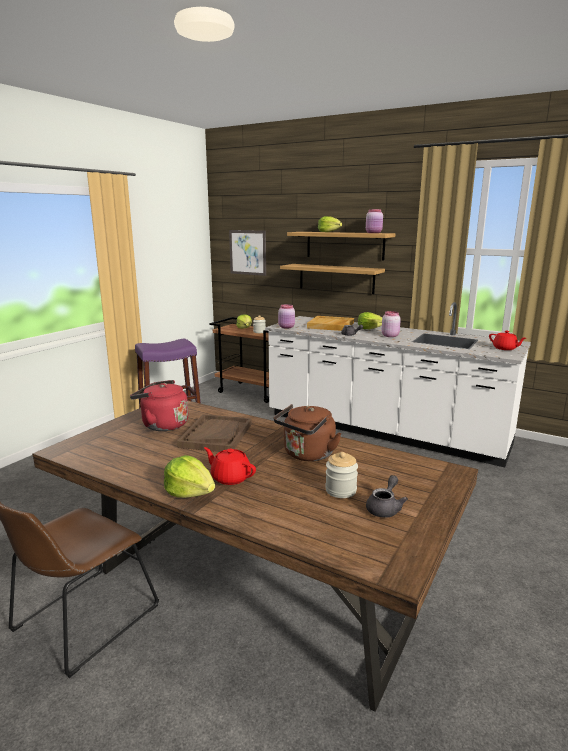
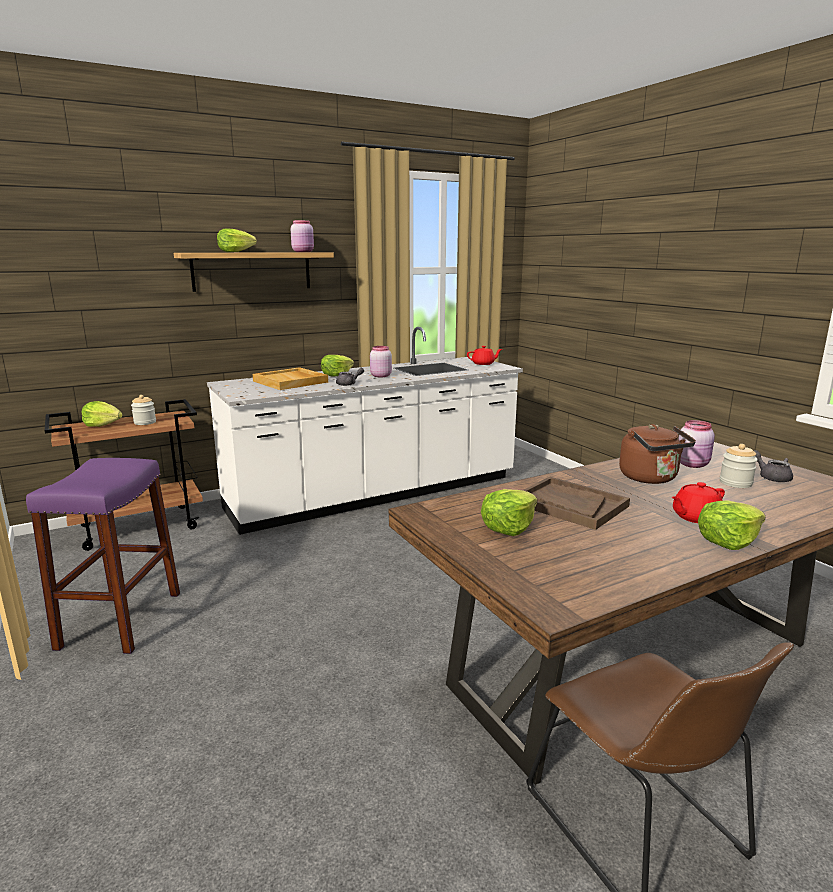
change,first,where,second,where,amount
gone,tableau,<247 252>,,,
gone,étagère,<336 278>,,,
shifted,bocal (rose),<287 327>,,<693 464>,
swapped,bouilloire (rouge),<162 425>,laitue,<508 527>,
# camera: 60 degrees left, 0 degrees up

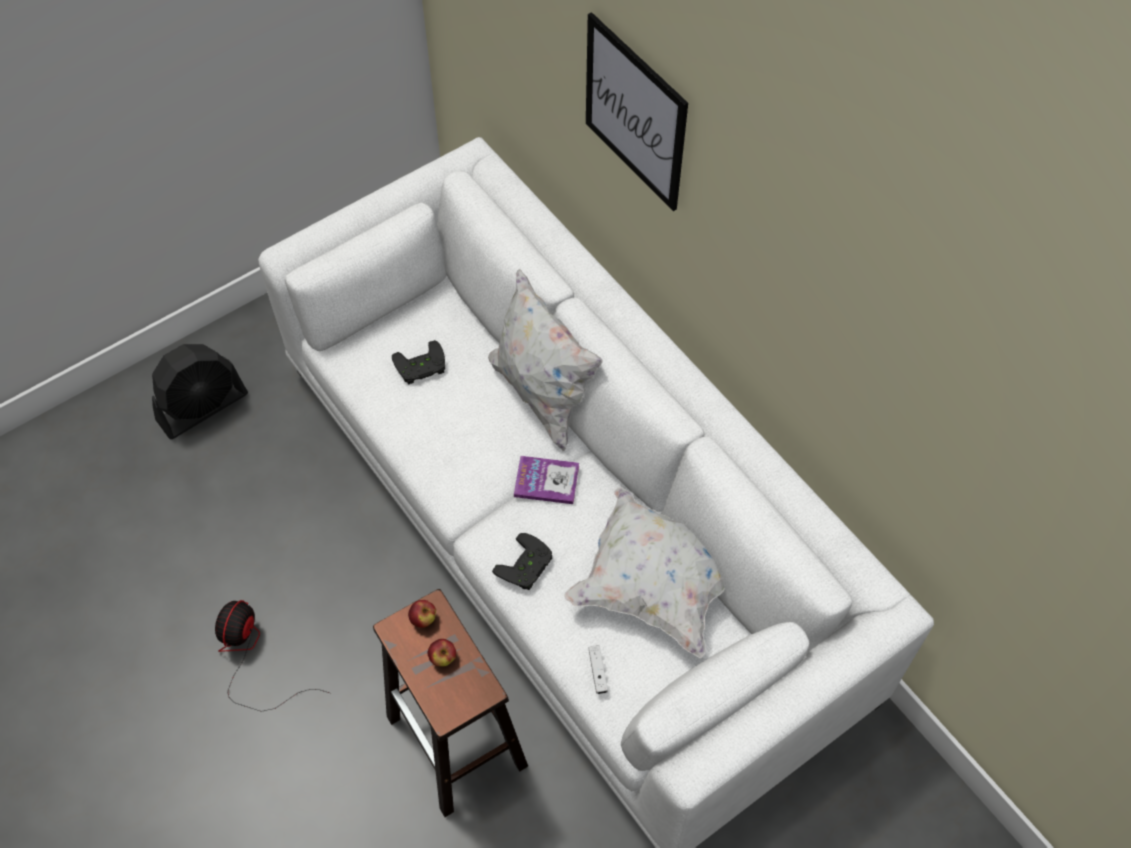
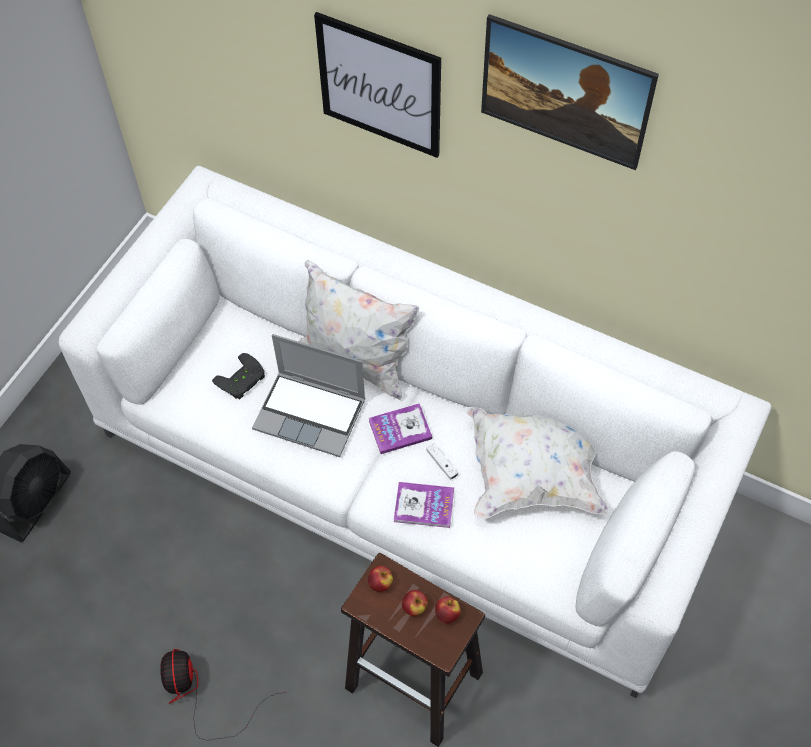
change,first,where,second,where,amount
new,,,ordinateur portable,<311 414>,
new,,,pomme,<447 614>,
new,,,tableau,<562 115>,
shifted,manette (blanc),<597 671>,,<442 464>,
swapped,manette (noir),<527 566>,livre,<424 505>,
# camera: 25 degrees left, 0 degrees up

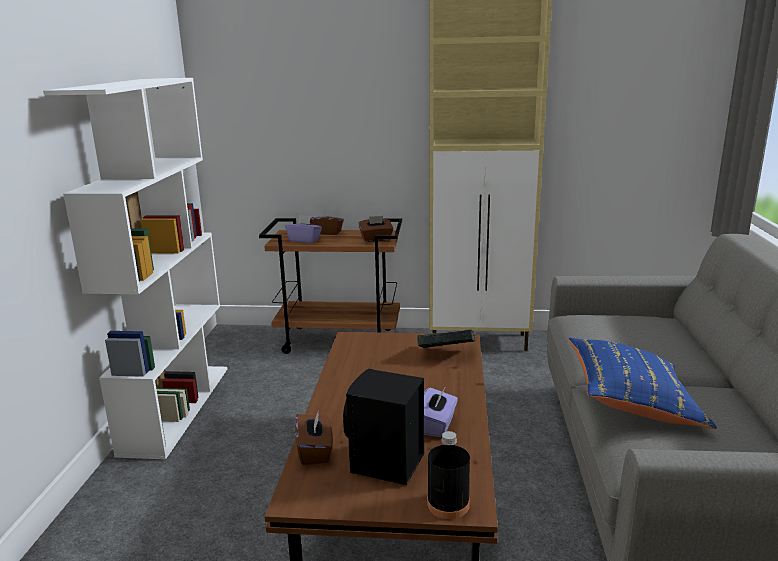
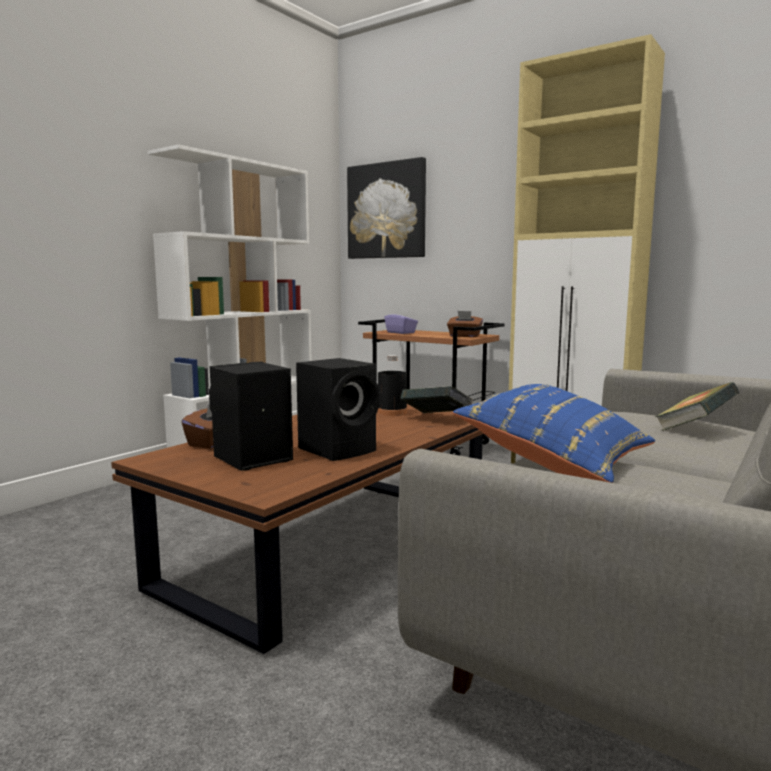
change,first,where,second,where,amount
gone,boîte à mouchoirs (marron),<327 232>,,,
new,,,tableau,<387 211>,
new,,,livre,<694 429>,
shifted,bouteille (noir),<448 504>,,<392 412>,
swapped,boîte à mouchoirs (violet),<437 425>,enceinte (noir),<339 450>,
# camera: 30 degrees right, 10 degrees down

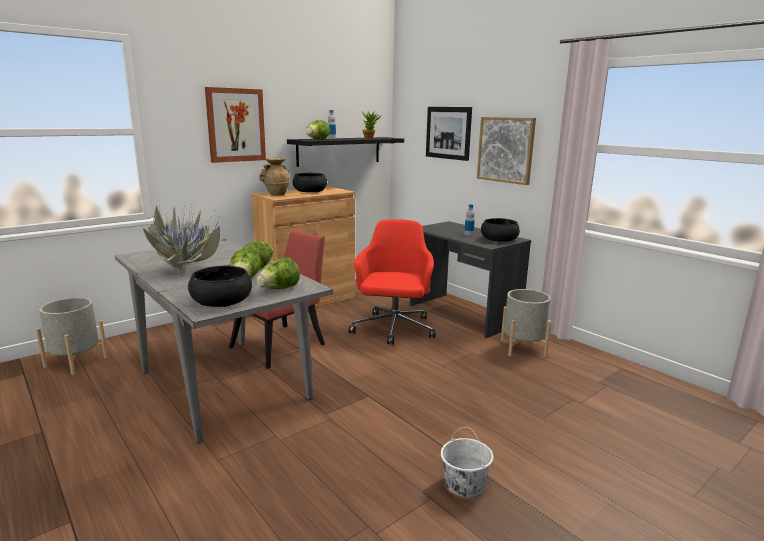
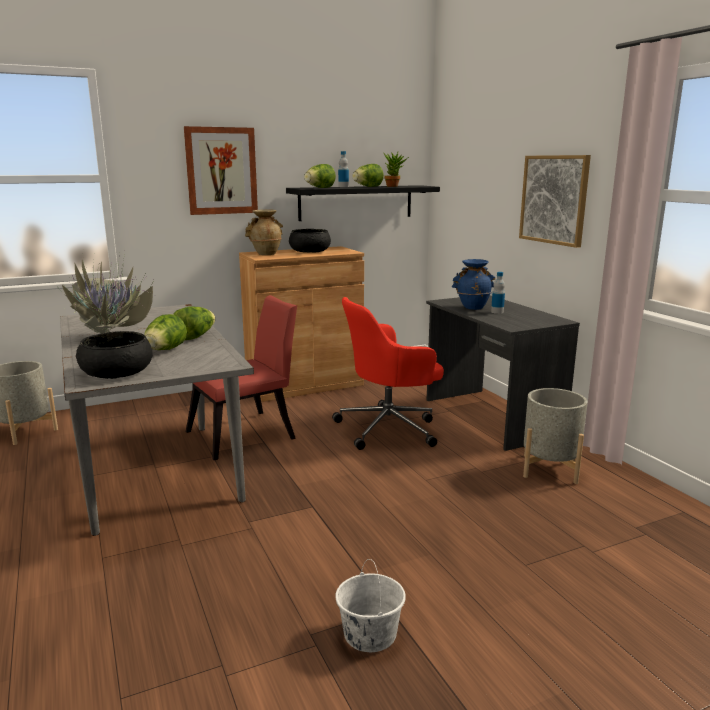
change,first,where,second,where,amount
gone,tableau,<448 133>,,,
gone,bol (noir),<499 239>,,,
new,,,vase (bleu),<472 307>,
shifted,laitue,<279 289>,,<368 187>,
rotated,chaise de bureau (rouge),<393 329>,,<389 428>,135 degrees counterclockwise
# camera: 15 degrees right, 0 degrees up

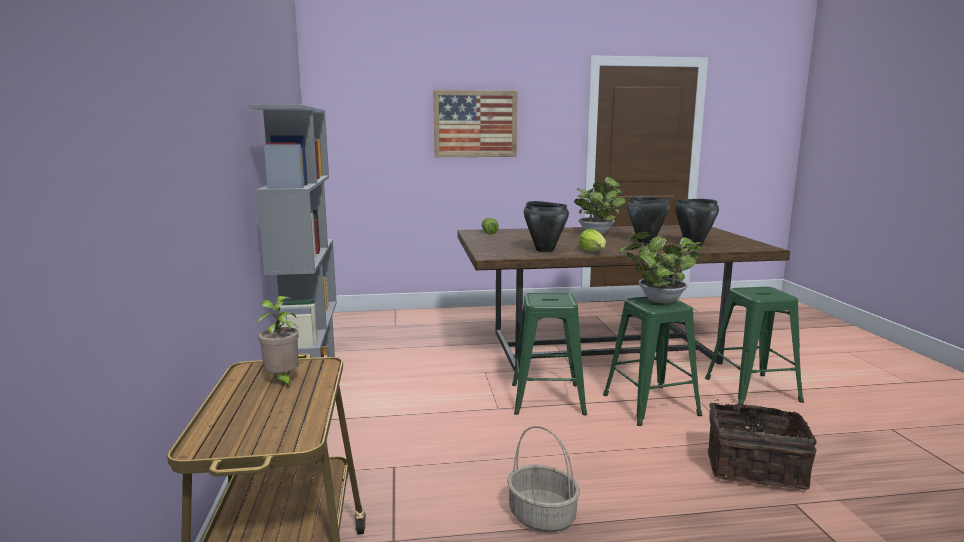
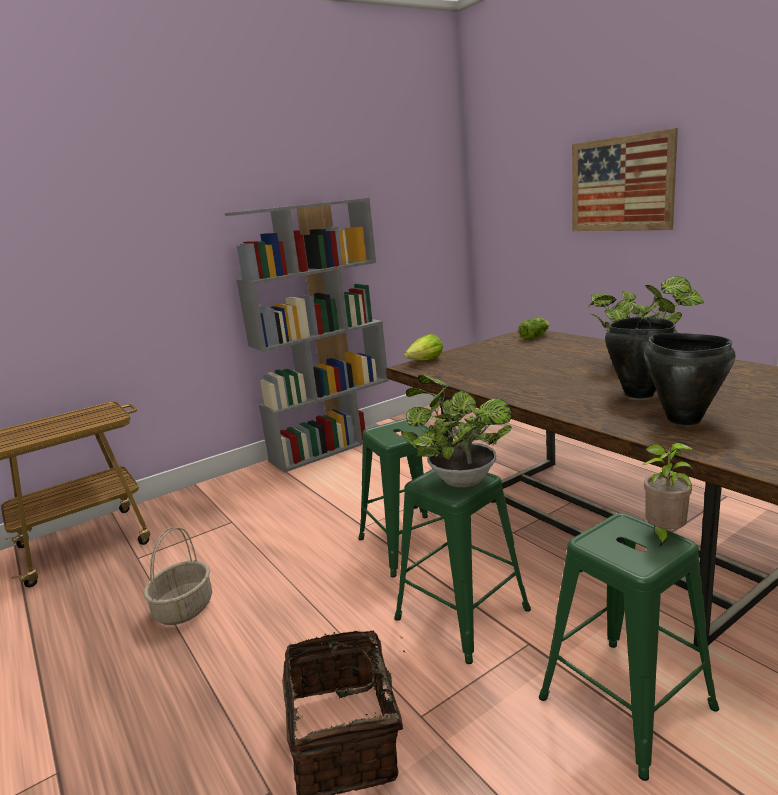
change,first,where,second,where,amount
gone,marmite (noir),<544 250>,,,
shifted,plante en pot,<282 381>,,<664 535>,
shifted,laitue,<593 252>,,<425 361>,
# camera: 65 degrees right, 5 degrees up

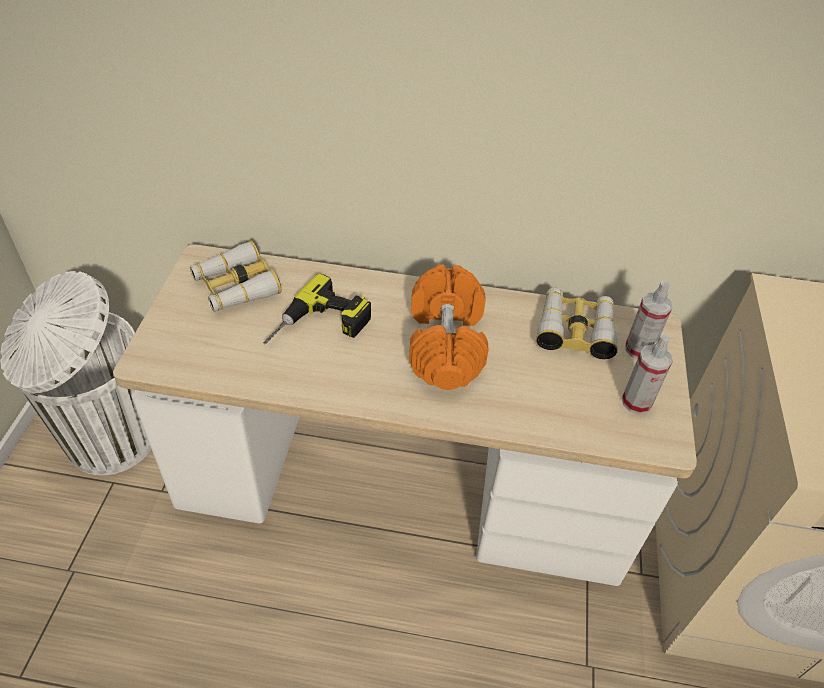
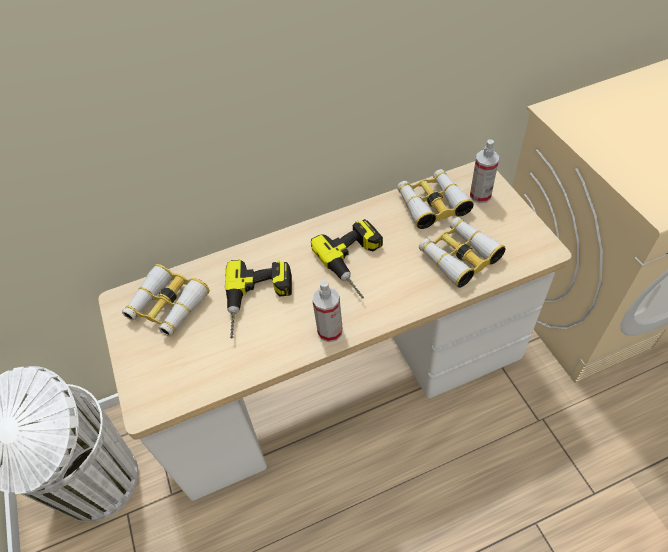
change,first,where,second,where,amount
new,,,jumelles,<459 256>,
shifted,vaporisateur,<636 402>,,<330 331>,
swapped,haltère (orange),<446 344>,perceuse,<358 263>,
# camera: 25 degrees left, 5 degrees up

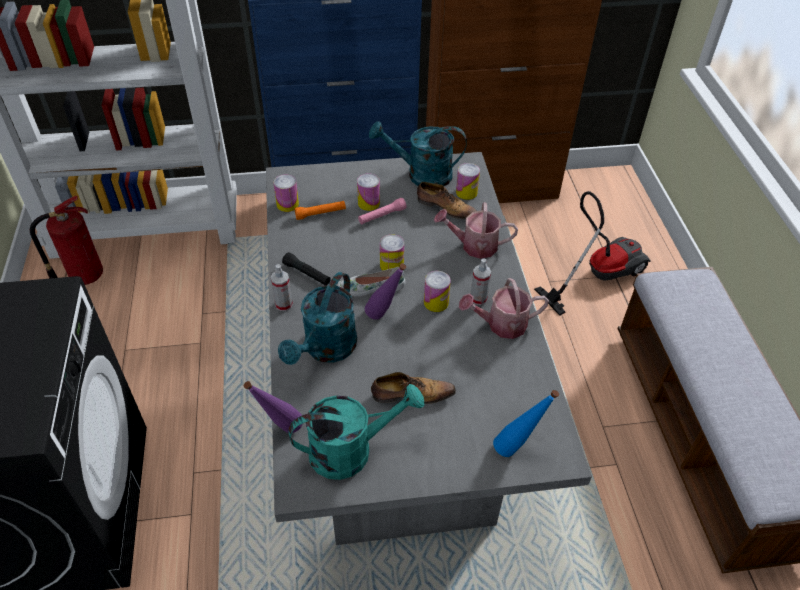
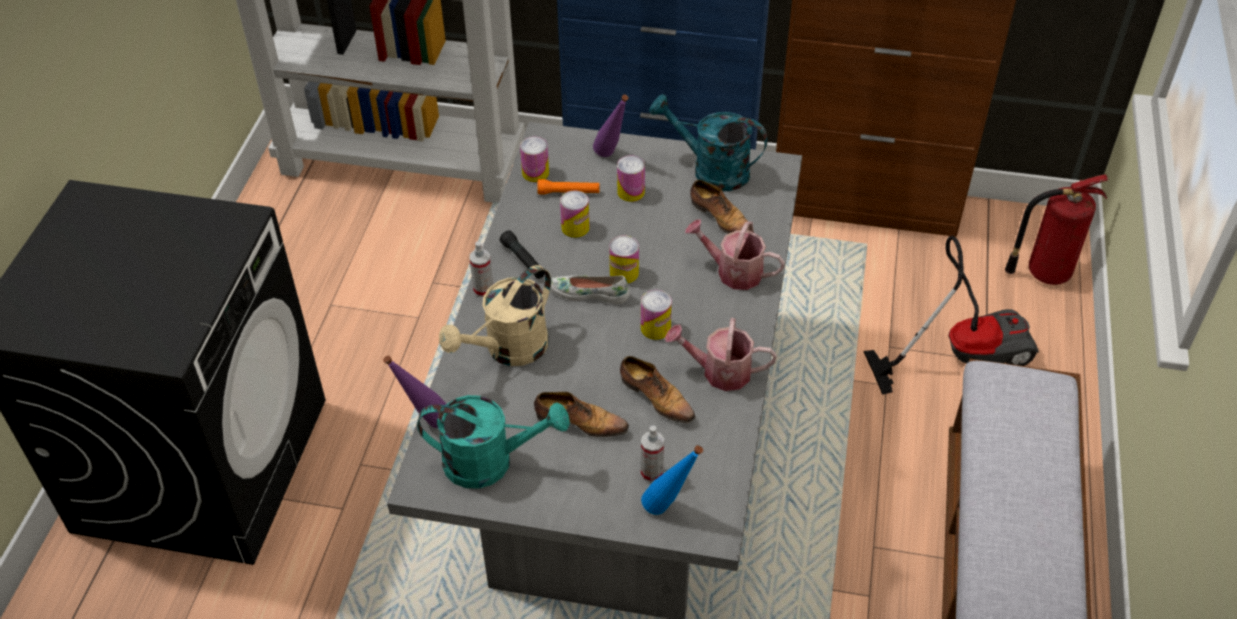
change,first,where,second,where,amount
gone,lampe de poche (rose),<382 216>,,,
new,,,chaussure,<656 397>,
shifted,extincteur,<84 276>,,<1045 272>,
shifted,bouteille (violet),<385 317>,,<612 157>,
shifted,boîte métallique,<466 192>,,<575 227>,
shifted,vaporisateur,<478 299>,,<652 472>,
repainted,arrosoir (turquoise),<326 350>,arrosoir (beige),<508 350>,
# camera: 20 degrees right, 0 degrees up

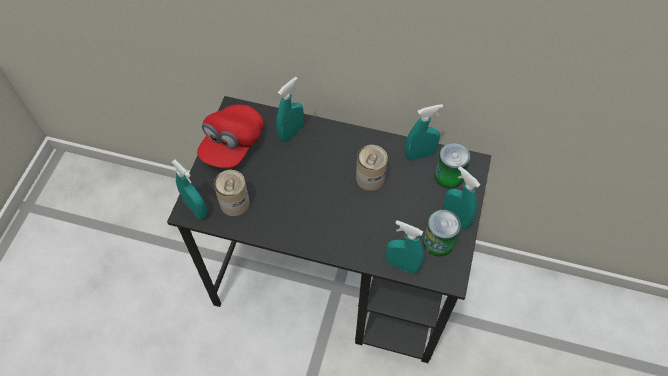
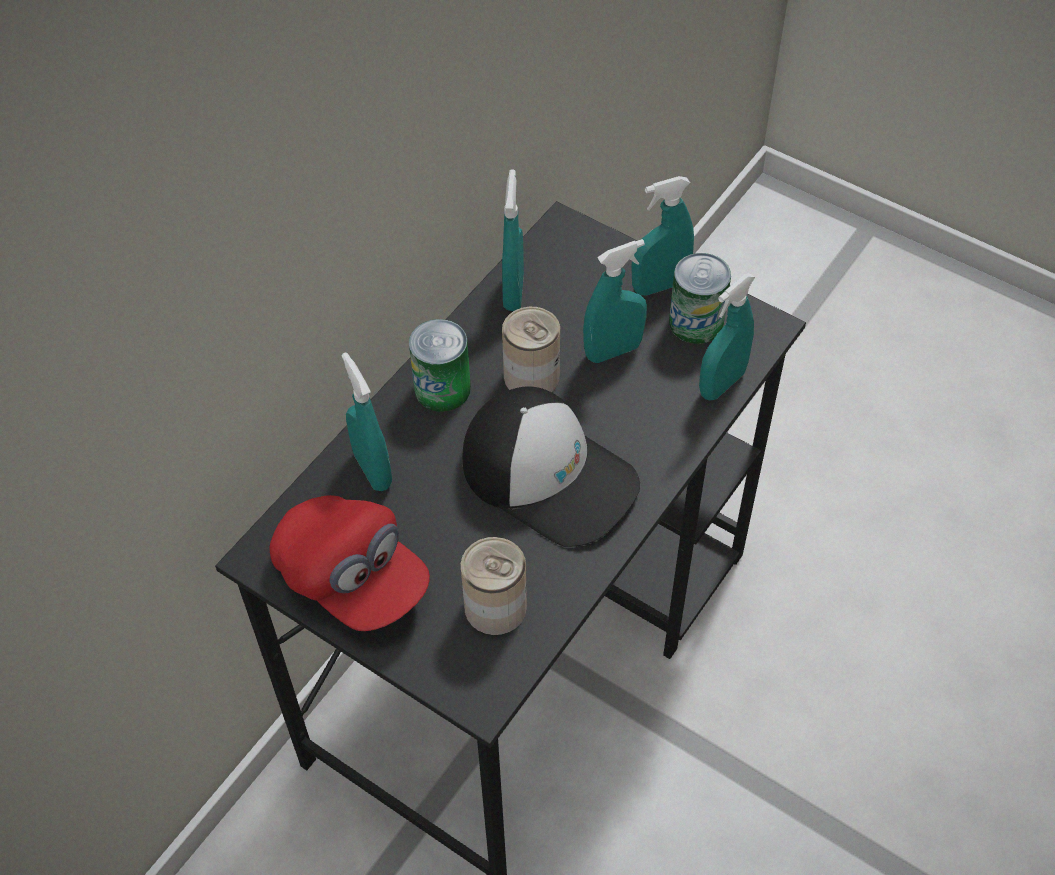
change,first,where,second,where,amount
new,,,casquette,<550 474>,
shifted,vaporisateur (turquoise),<196 209>,,<613 351>,
shifted,boîte métallique,<448 176>,,<442 389>,
# camera: 70 degrees left, 5 degrees down

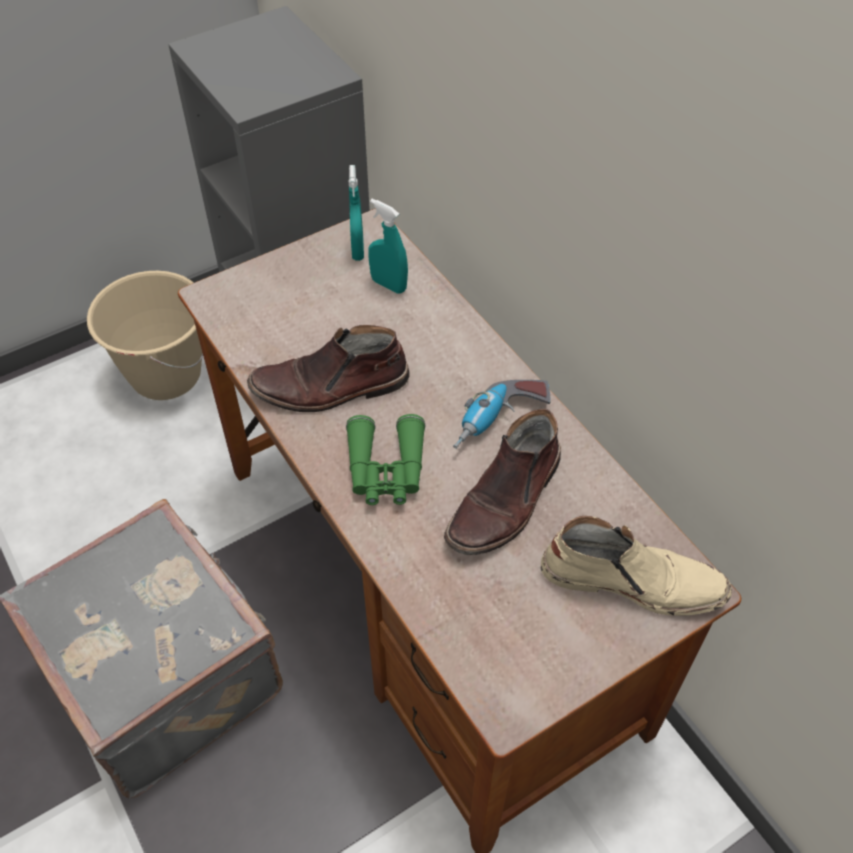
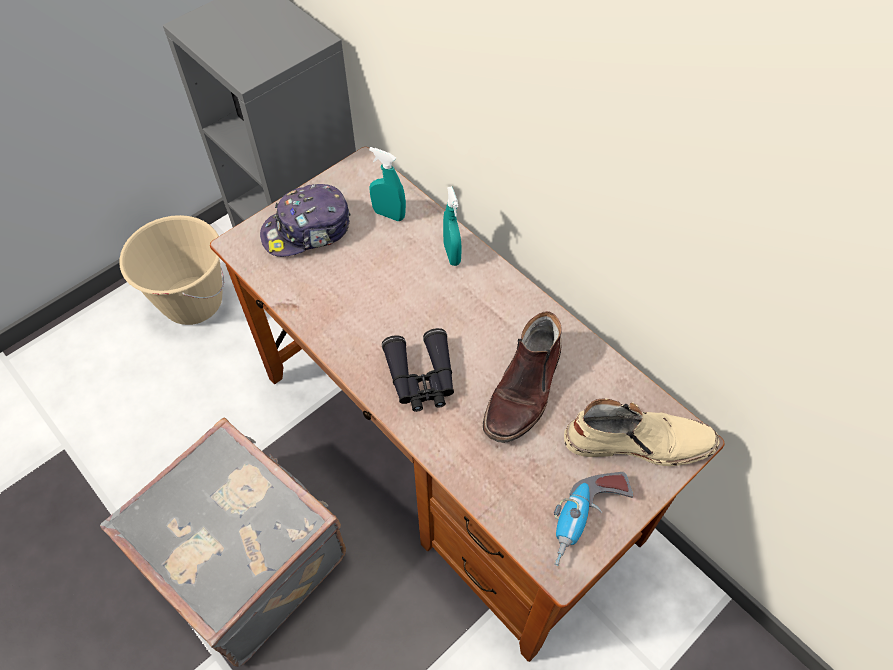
change,first,where,second,where,amount
gone,botte (marron),<330 388>,,,
new,,,casquette,<307 231>,
shifted,vaporisateur (turquoise),<357 250>,,<452 254>,
shifted,perceuse,<499 422>,,<587 521>,
repainted,jumelles (vert),<386 470>,jumelles (noir),<421 378>,
# camera: 10 degrees left, 5 degrees up

